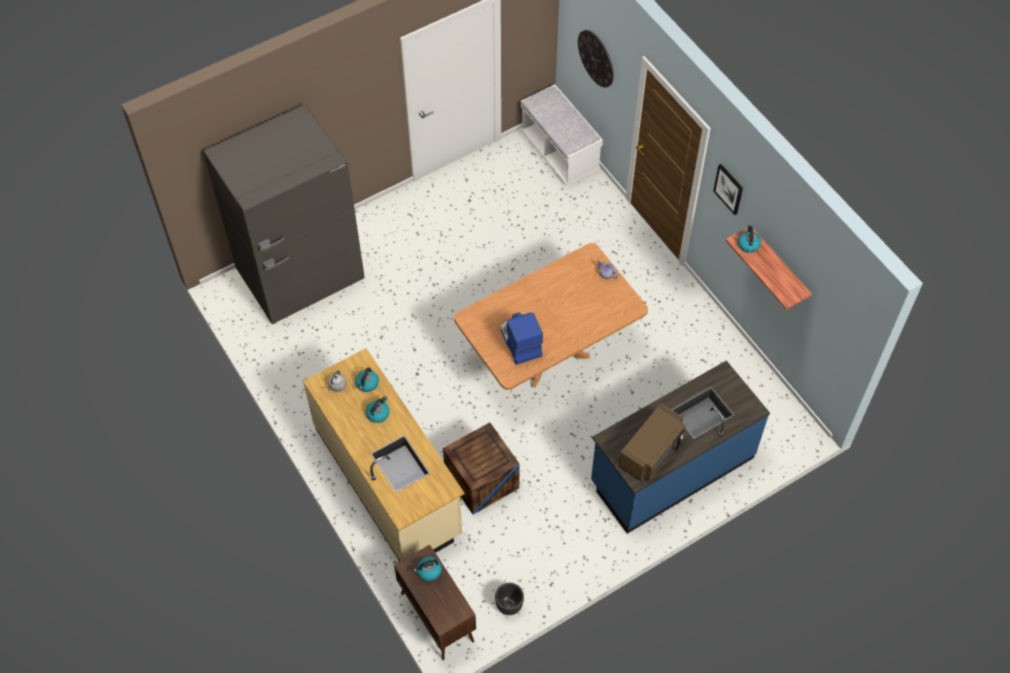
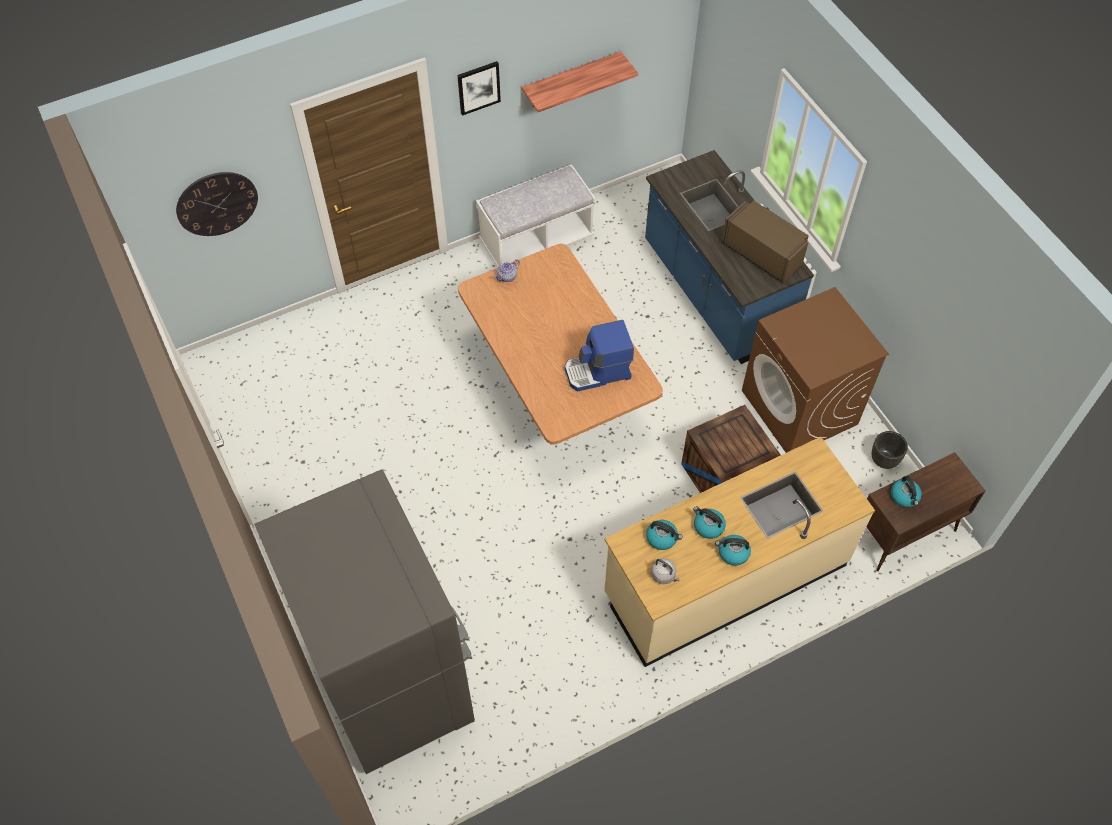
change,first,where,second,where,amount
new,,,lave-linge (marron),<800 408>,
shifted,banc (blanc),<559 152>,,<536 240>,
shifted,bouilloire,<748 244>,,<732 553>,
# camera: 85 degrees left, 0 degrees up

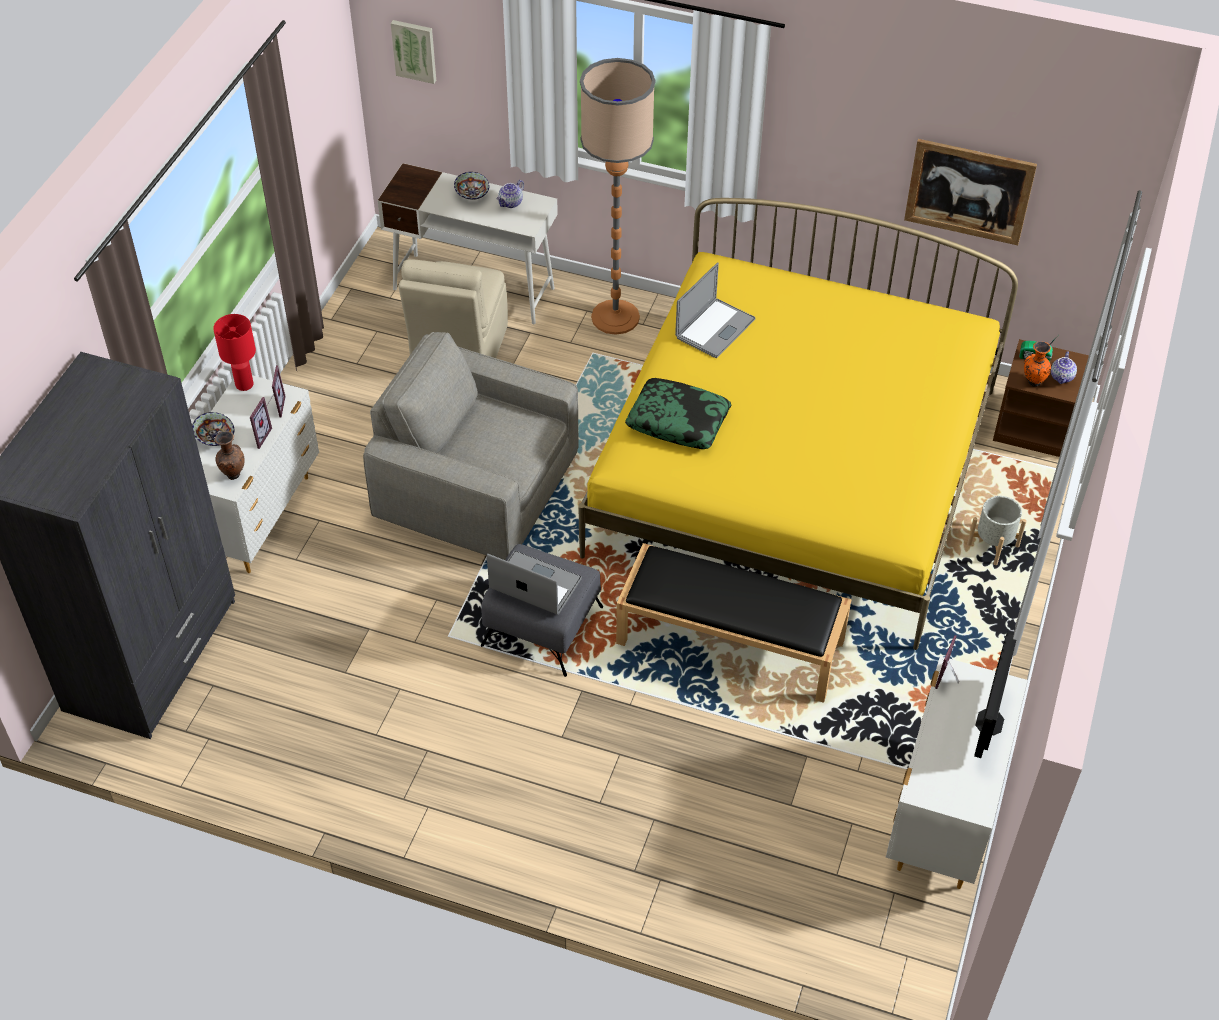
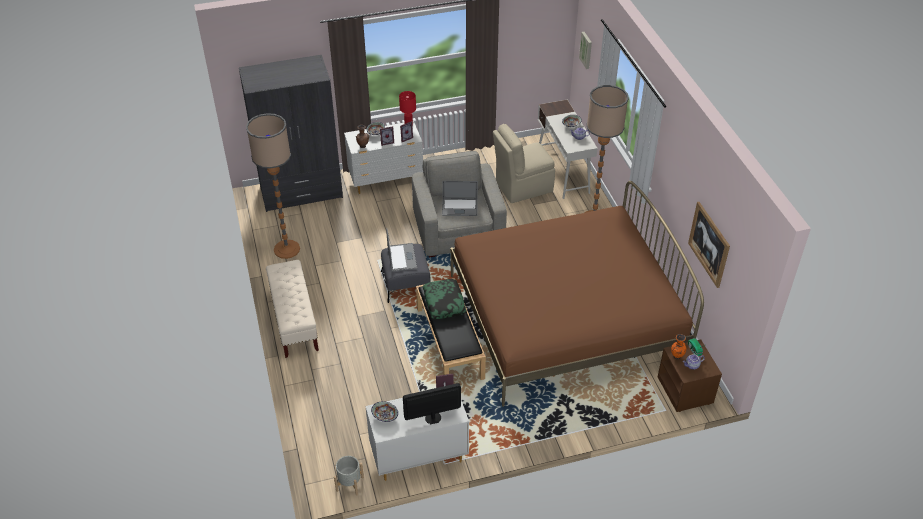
change,first,where,second,where,amount
new,,,lampadaire,<287 249>,
new,,,banc (beige),<294 321>,
new,,,bol,<384 416>,
shifted,coussin,<678 421>,,<444 303>,
shifted,ordinateur portable,<715 328>,,<459 207>,
shifted,cache-pot (gris),<993 545>,,<350 484>,
repainted,lit (jaune),<795 471>,lit (marron),<565 318>,
# camera: 55 degrees right, 5 degrees down

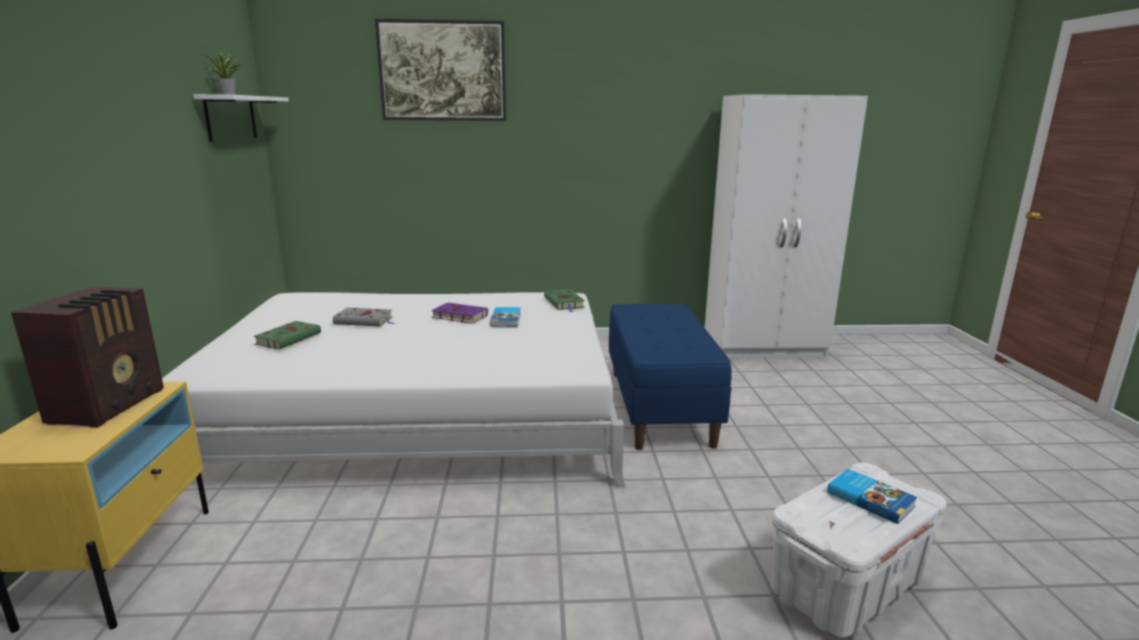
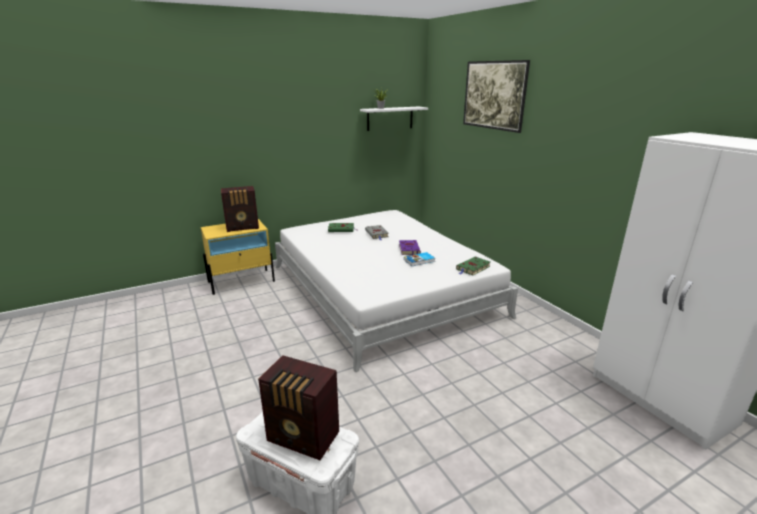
change,first,where,second,where,amount
gone,banc (bleu),<658 406>,,,
swapped,livre,<870 498>,radio,<304 438>,
# camera: 65 degrees right, 5 degrees up

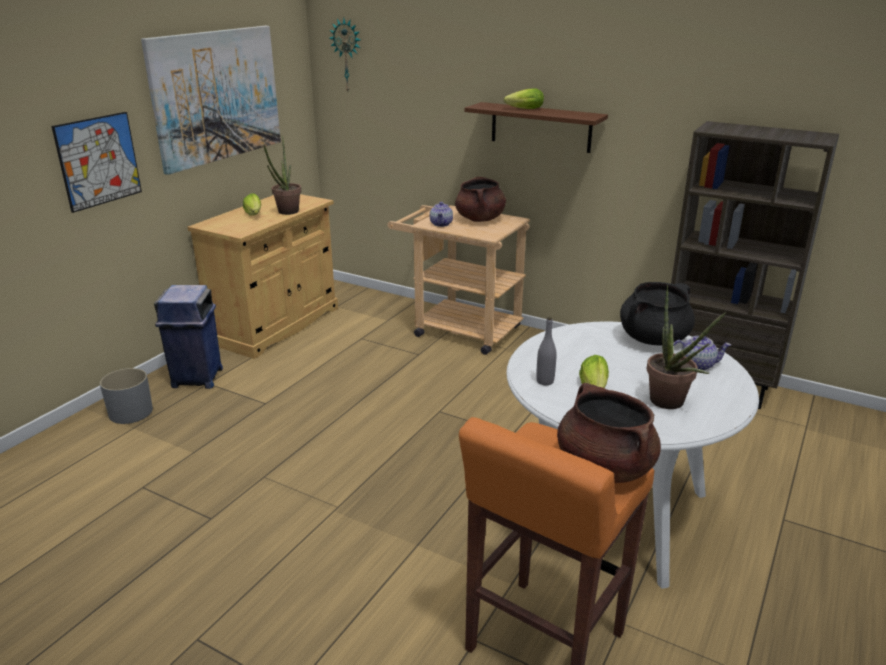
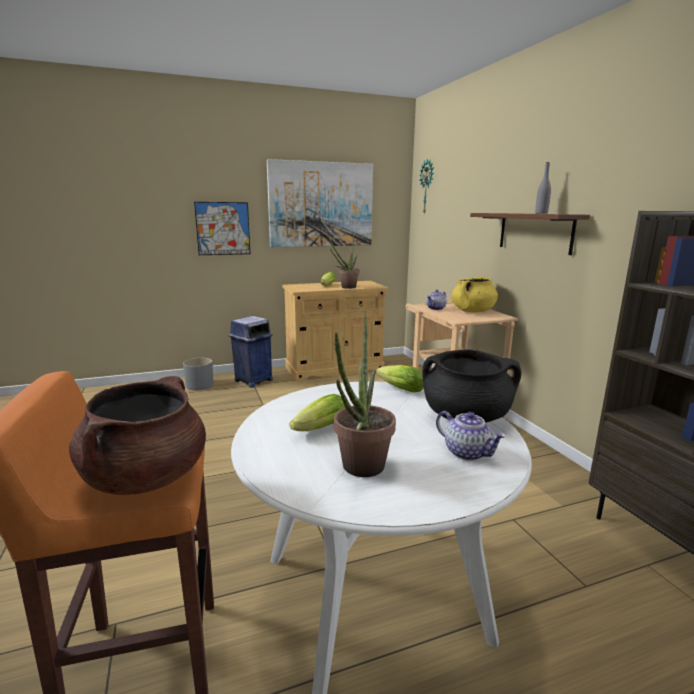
change,first,where,second,where,amount
shifted,laitue,<523 109>,,<399 389>,
shifted,bouteille (gris),<545 381>,,<541 213>,
repainted,marmite (marron),<480 219>,marmite (jaune),<472 311>,
# camera: 40 degrees right, 10 degrees down

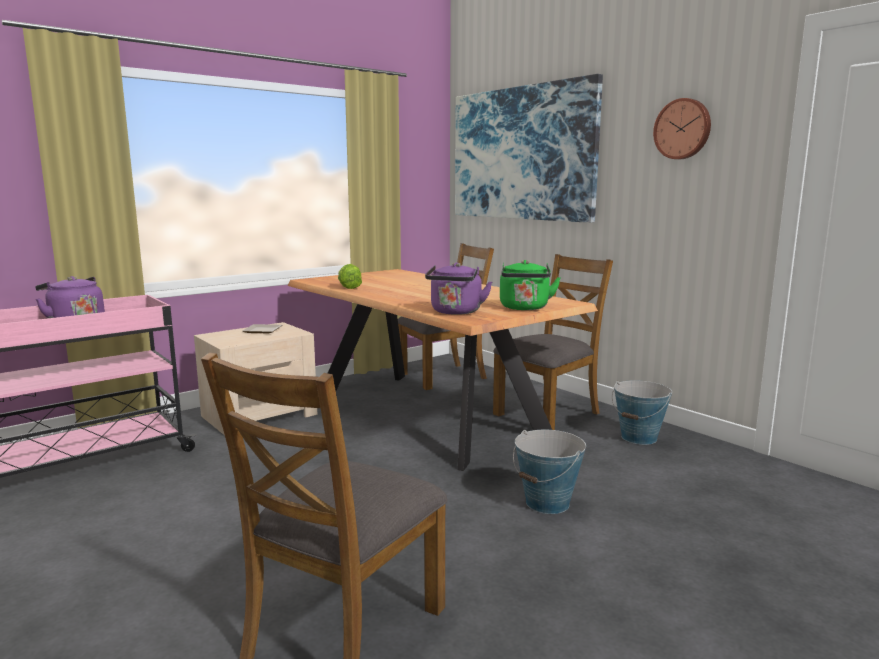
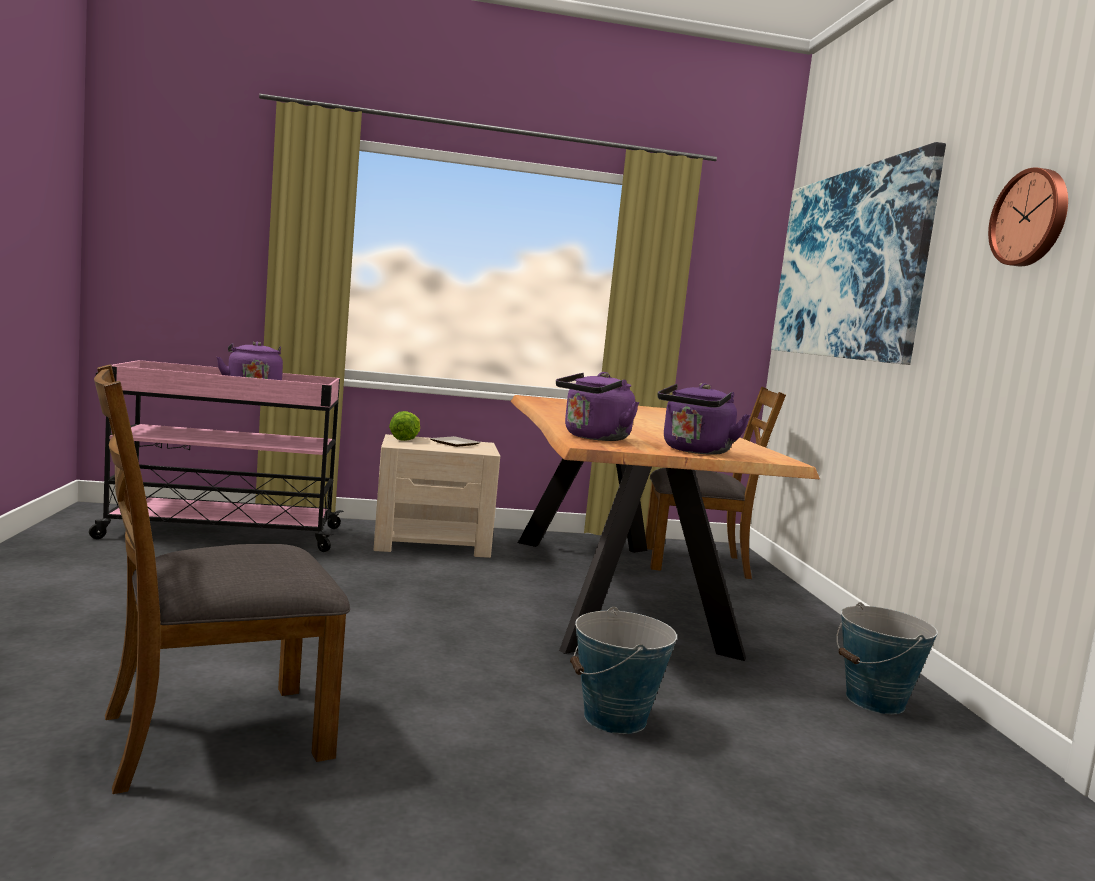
change,first,where,second,where,amount
gone,chaise (marron),<548 413>,,,
shifted,laitue,<348 287>,,<405 439>,
repainted,bouilloire (vert),<524 308>,bouilloire (violet),<695 451>,
# camera: 30 degrees right, 5 degrees down

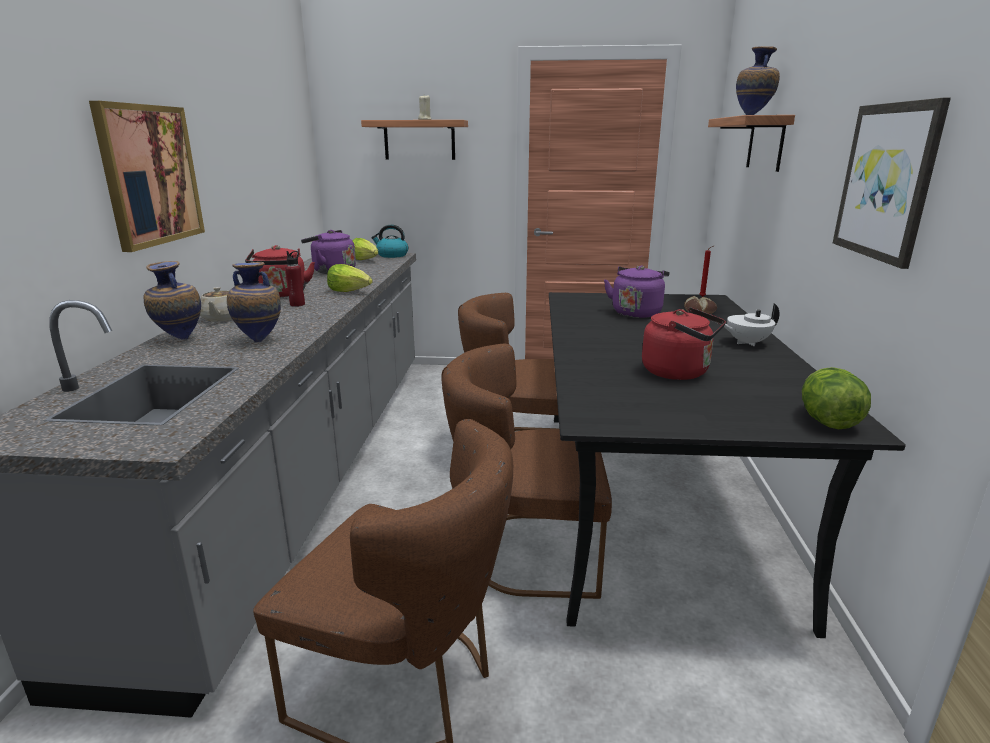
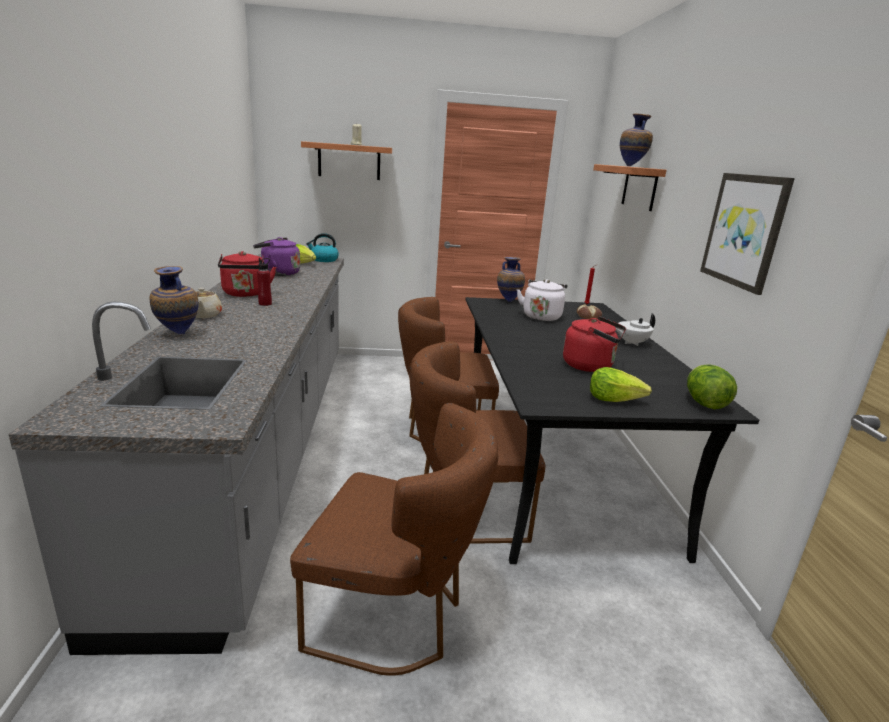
change,first,where,second,where,amount
gone,tableau,<150 175>,,,
shifted,vase,<260 340>,,<508 301>,
shifted,laitue,<350 291>,,<614 399>,
repainted,bouilloire (violet),<636 312>,bouilloire (blanc),<541 316>,
# camera: 10 degrees left, 0 degrees up

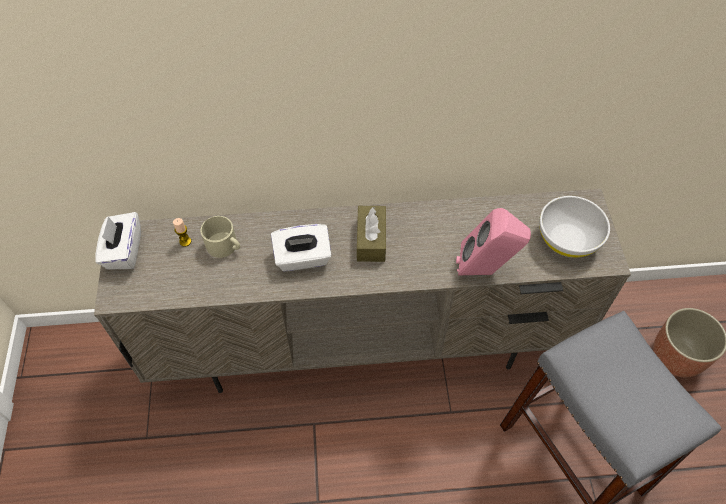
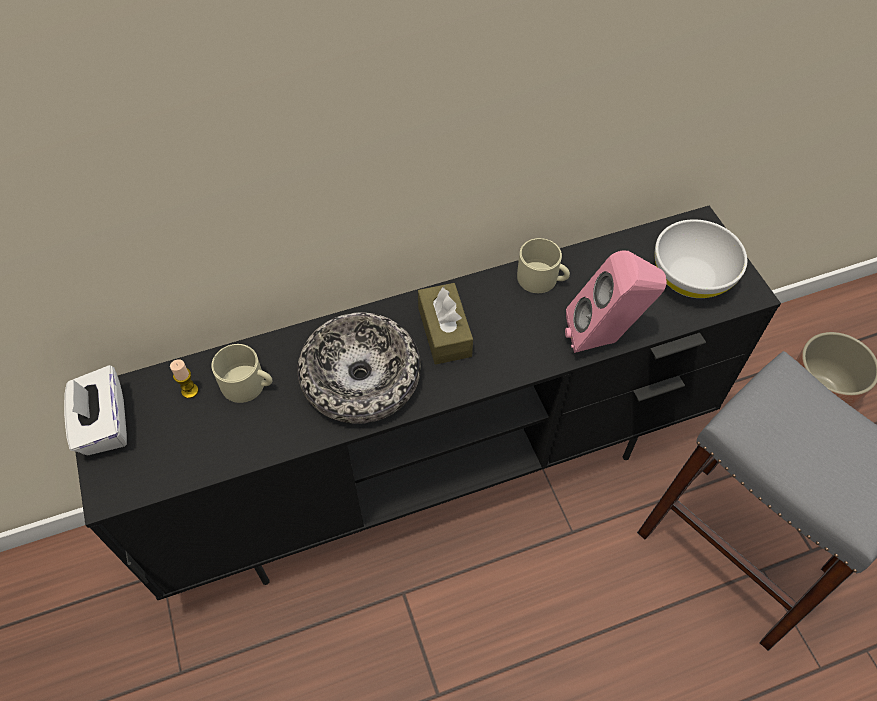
change,first,where,second,where,amount
new,,,mug (beige),<542 279>,
swapped,boîte à mouchoirs (blanc),<303 258>,bol,<361 377>,
repainted,meuble télé (beige),<364 345>,meuble télé (noir),<439 474>,
# camera: 15 degrees left, 0 degrees up

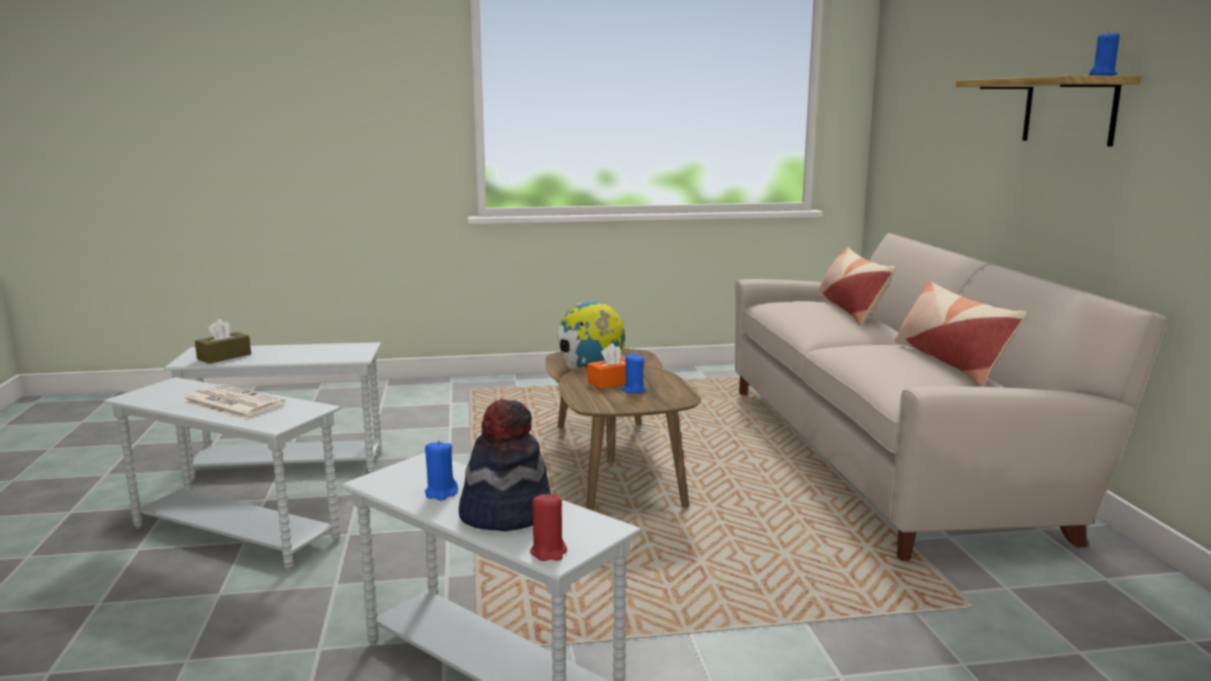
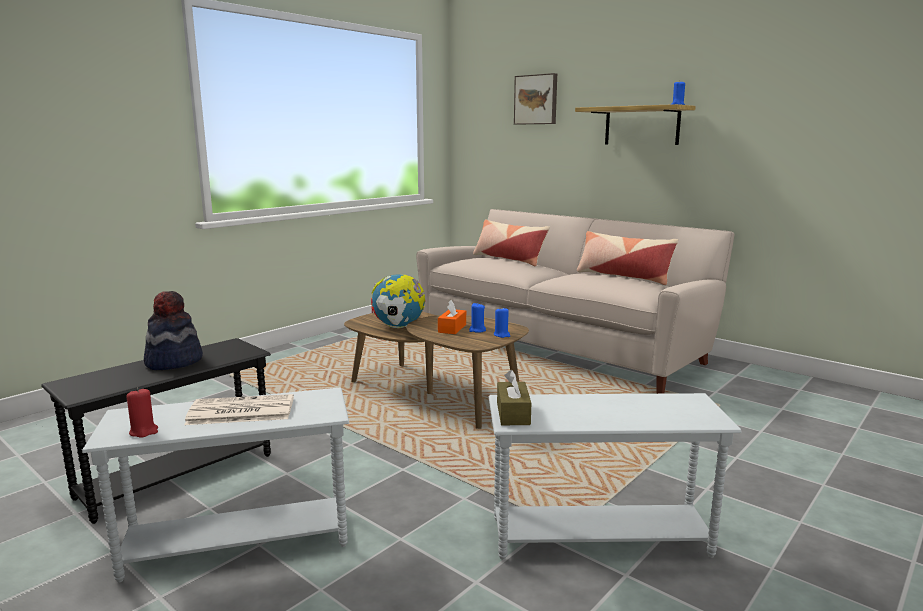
change,first,where,second,where,amount
new,,,tableau,<536 99>,
shifted,boîte à mouchoirs (marron),<224 357>,,<513 413>,
shifted,bougie (bleu),<441 493>,,<501 335>,
shifted,chapeau,<505 513>,,<173 361>,
shifted,bougie (rouge),<549 552>,,<144 431>,
repainted,table d'appoint (blanc),<288 466>,table d'appoint (noir),<176 476>,
# camera: 40 degrees left, 0 degrees up

